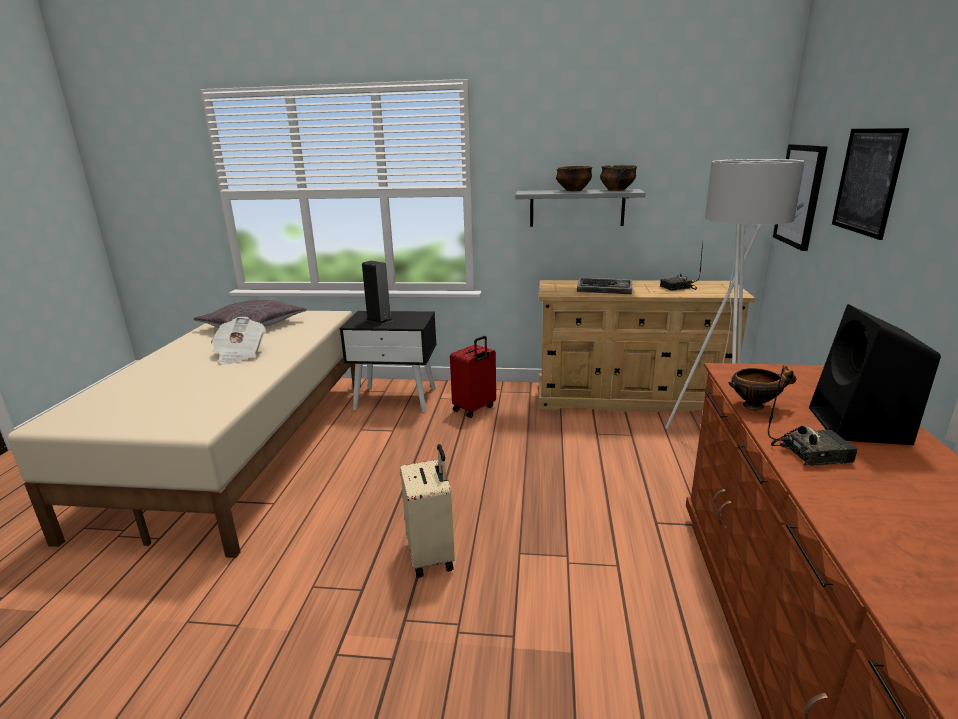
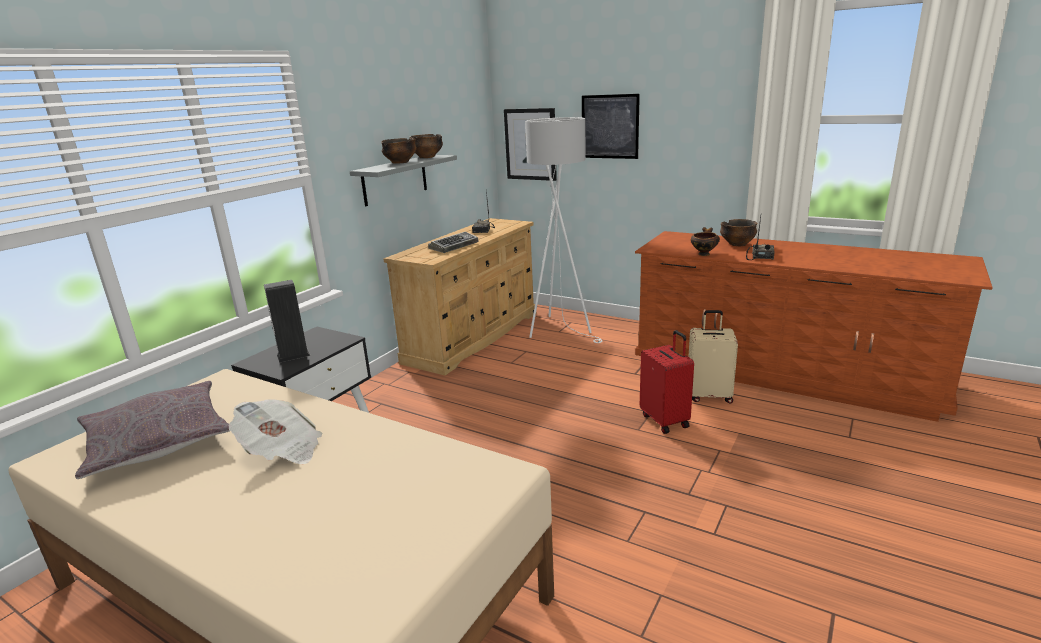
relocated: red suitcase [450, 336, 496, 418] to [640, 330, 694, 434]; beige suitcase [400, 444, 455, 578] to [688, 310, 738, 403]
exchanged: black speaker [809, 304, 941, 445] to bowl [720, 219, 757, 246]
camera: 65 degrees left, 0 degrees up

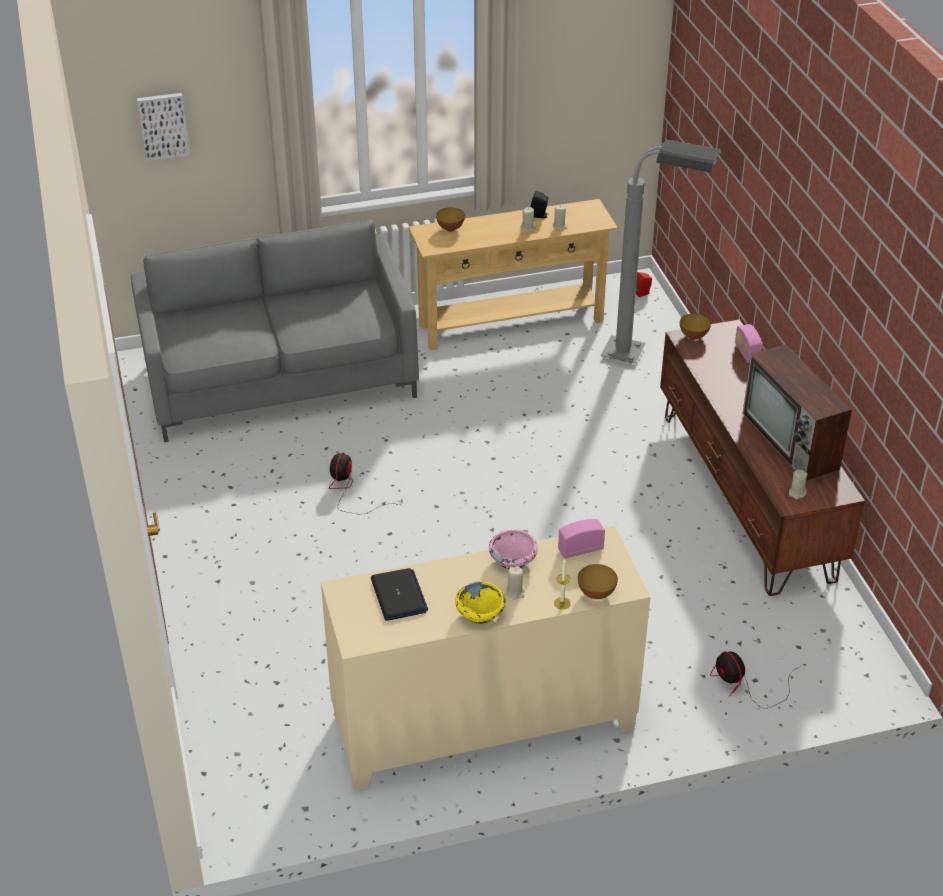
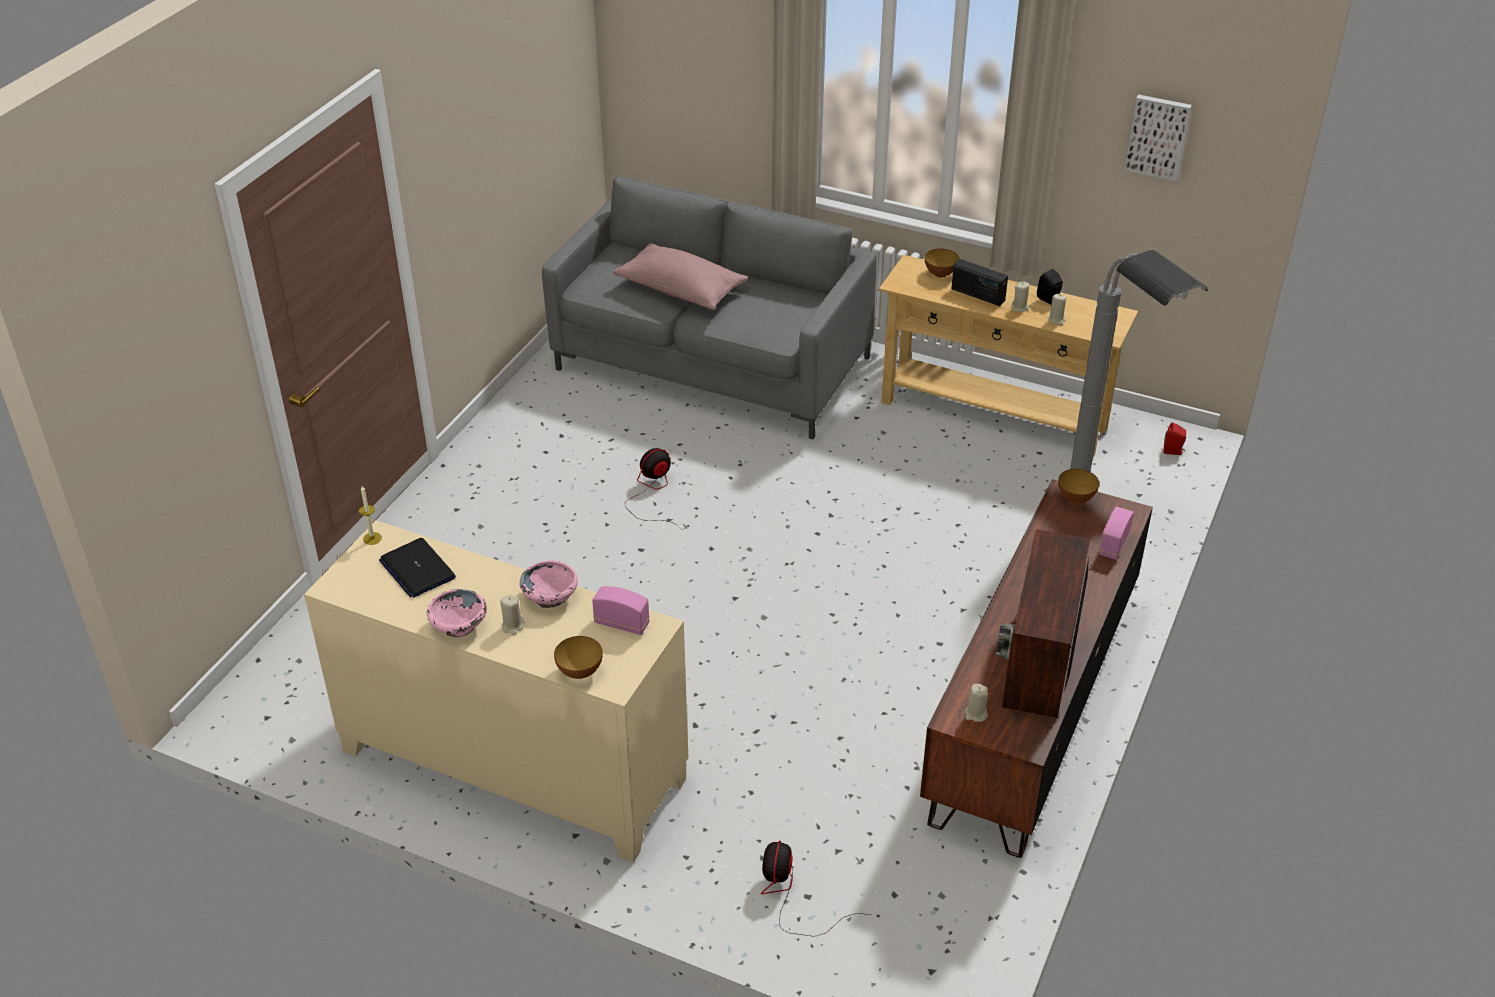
appeared: pink pillow [613, 243, 748, 310]; radio [951, 259, 1008, 306]
relocated: candle [554, 558, 571, 610] to [359, 486, 382, 545]; picture [137, 93, 190, 161] to [1124, 94, 1192, 181]
colour: yellow bowl [455, 581, 506, 624] to pink bowl [427, 589, 487, 637]
spun: laptop [371, 568, 428, 621] = [379, 538, 456, 598] 120 degrees clockwise
camera: 40 degrees right, 0 degrees up

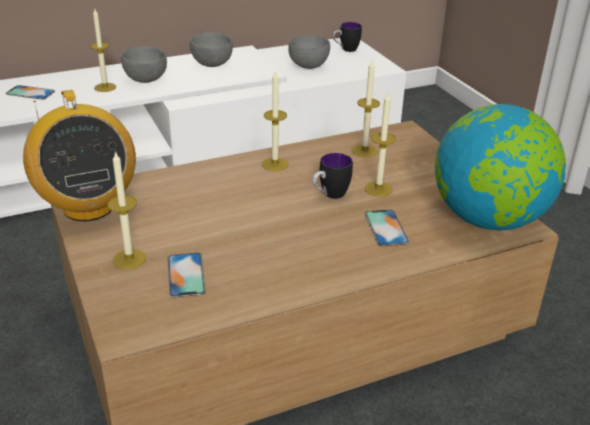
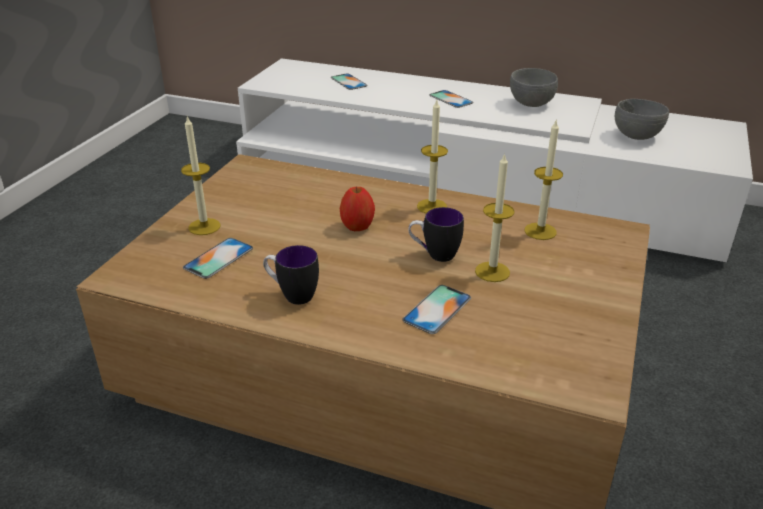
missing: radio [23, 90, 136, 221]; candle [90, 9, 116, 92]; globe [435, 104, 566, 230]
appeared: apple [340, 187, 375, 231]
relocated: mug [333, 22, 362, 52] to [263, 245, 319, 305]
exchanged: grey bowl [121, 46, 167, 83] to phone [430, 90, 473, 108]
camera: 45 degrees right, 0 degrees up

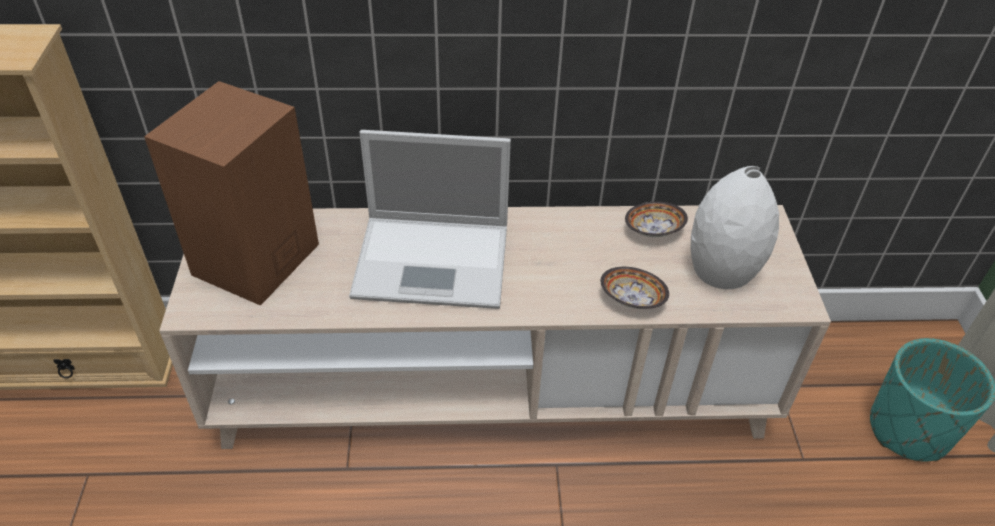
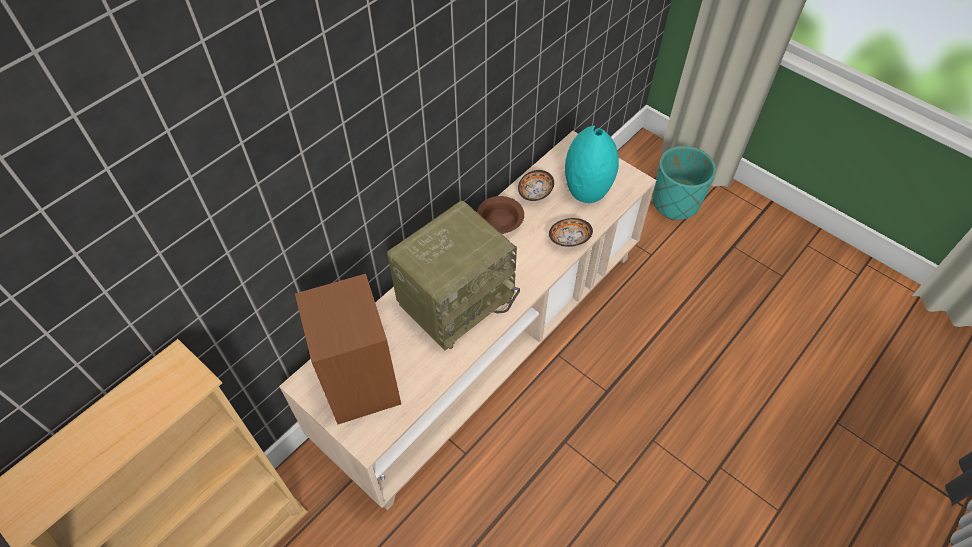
appeared: brown bowl [477, 196, 524, 234]
exchanged: laptop [349, 130, 511, 309] to radio [387, 201, 520, 351]
colour: white vase [691, 166, 779, 289] to turquoise vase [565, 126, 619, 203]
camera: 45 degrees left, 10 degrees up

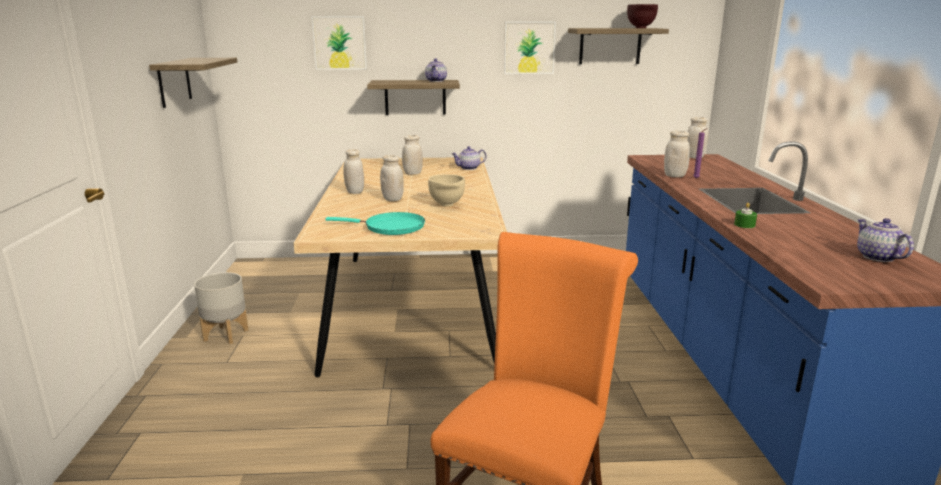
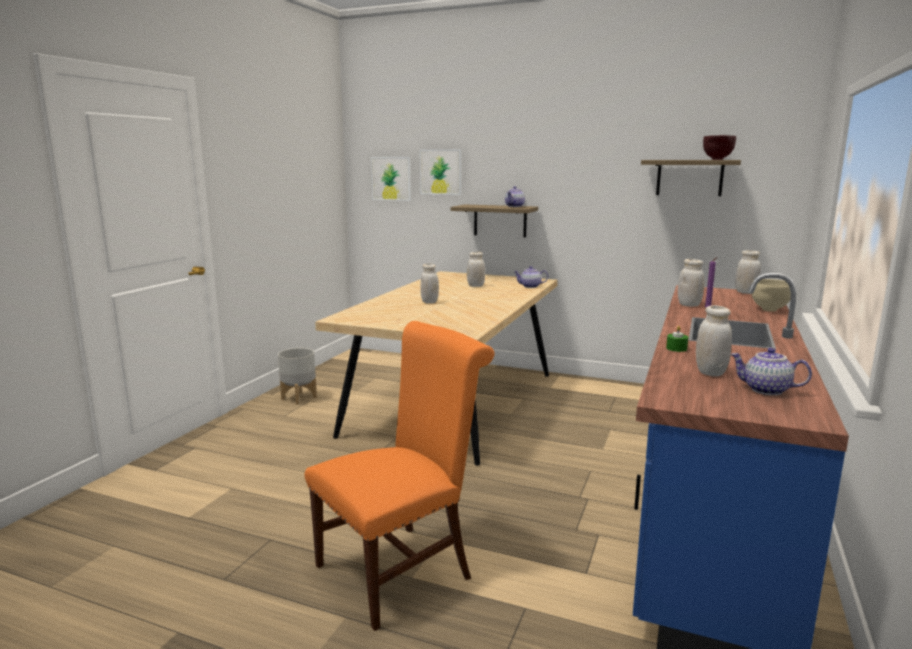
missing: shelf [149, 58, 237, 108]; turquoise frying pan [325, 212, 425, 235]
relocated: picture [504, 21, 556, 74] to [371, 157, 411, 201]; white jar [343, 149, 364, 194] to [696, 306, 732, 376]; beige bowl [428, 174, 465, 207] to [751, 279, 791, 312]
spun: teapot [857, 218, 914, 262] = [730, 348, 812, 395] 75 degrees counterclockwise
camera: 25 degrees right, 5 degrees down

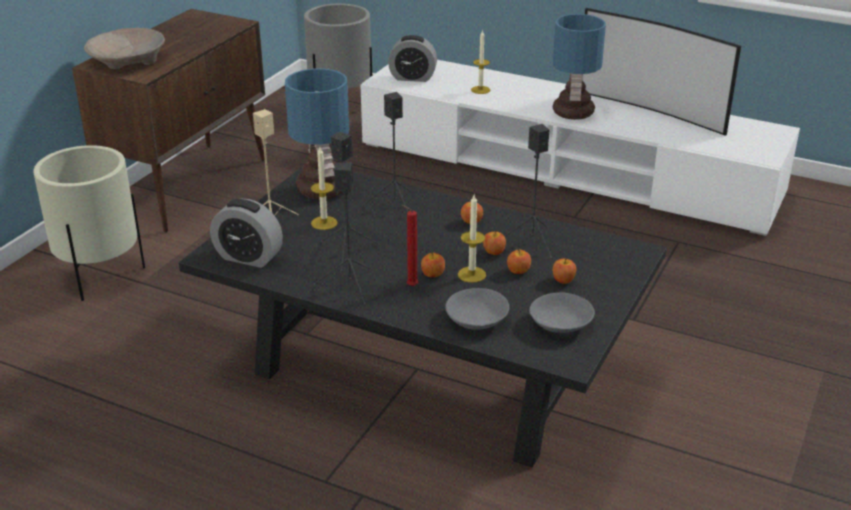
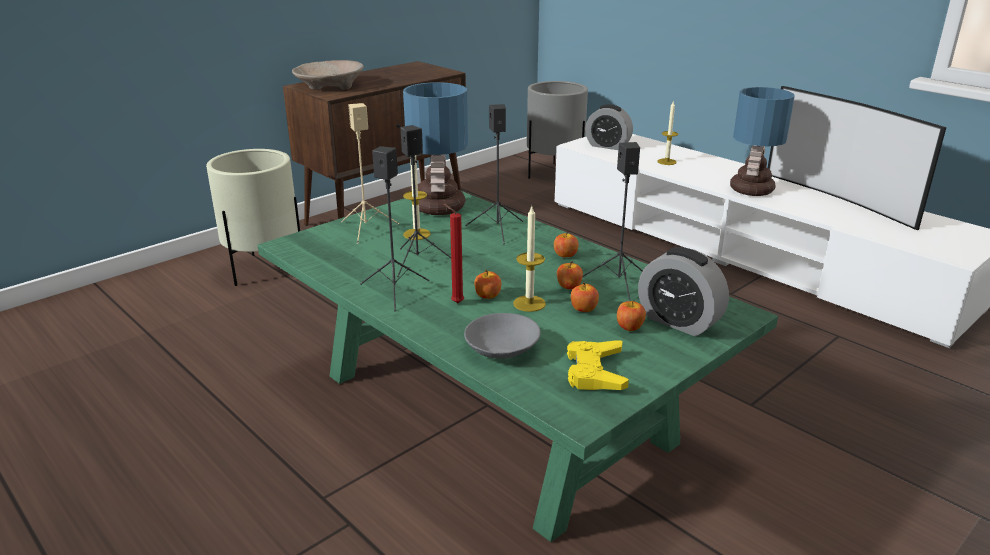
relocated: alarm clock [210, 199, 283, 268] to [638, 247, 729, 336]
exchanged: grey bowl [529, 292, 595, 333] to yellow game controller [567, 340, 629, 390]
colour: black coffee table [179, 165, 667, 467] to green coffee table [258, 191, 778, 542]
camera: 20 degrees right, 5 degrees down

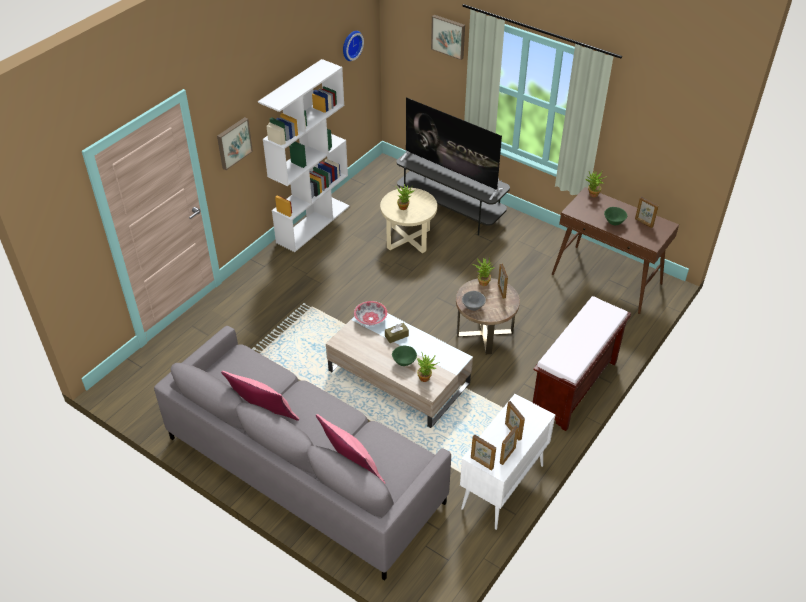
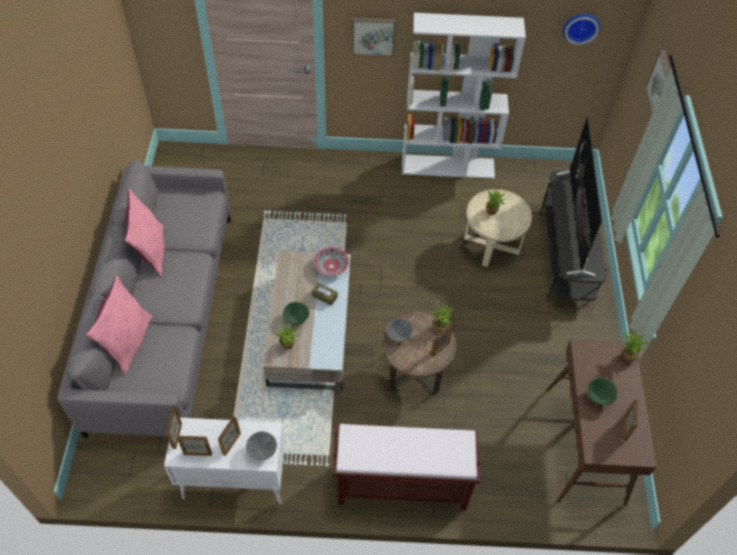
appeared: grey bowl [246, 431, 277, 460]
camera: 55 degrees right, 10 degrees up

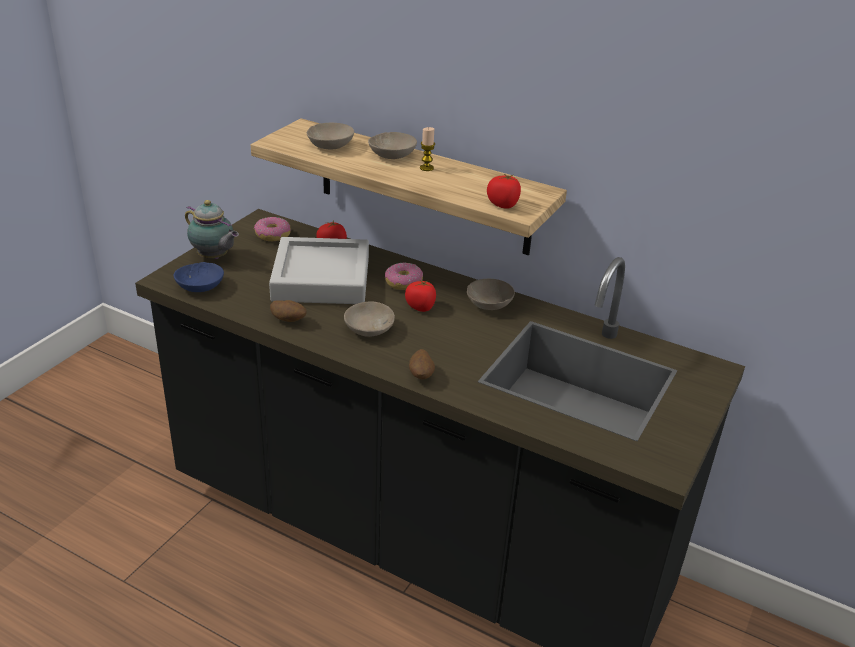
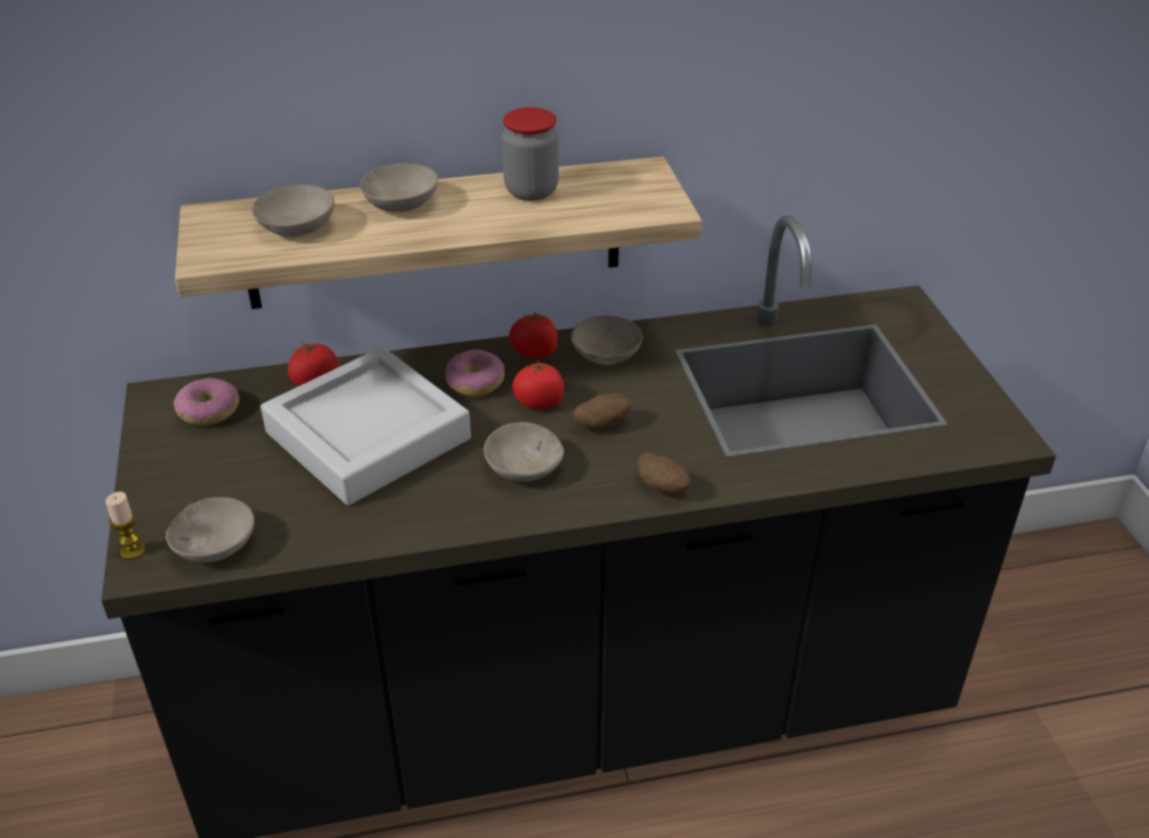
missing: teapot [185, 200, 239, 259]
appeared: jar [502, 107, 559, 201]
relocated: candle [420, 127, 435, 171] to [105, 492, 145, 559]; tomato [487, 173, 521, 209] to [509, 311, 558, 358]; potato [270, 300, 307, 322] to [573, 394, 632, 429]
colour: blue bowl [173, 262, 224, 292] to beige bowl [166, 497, 254, 563]
camera: 40 degrees left, 5 degrees up

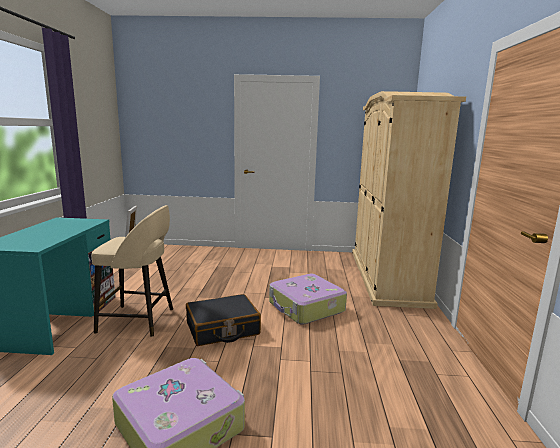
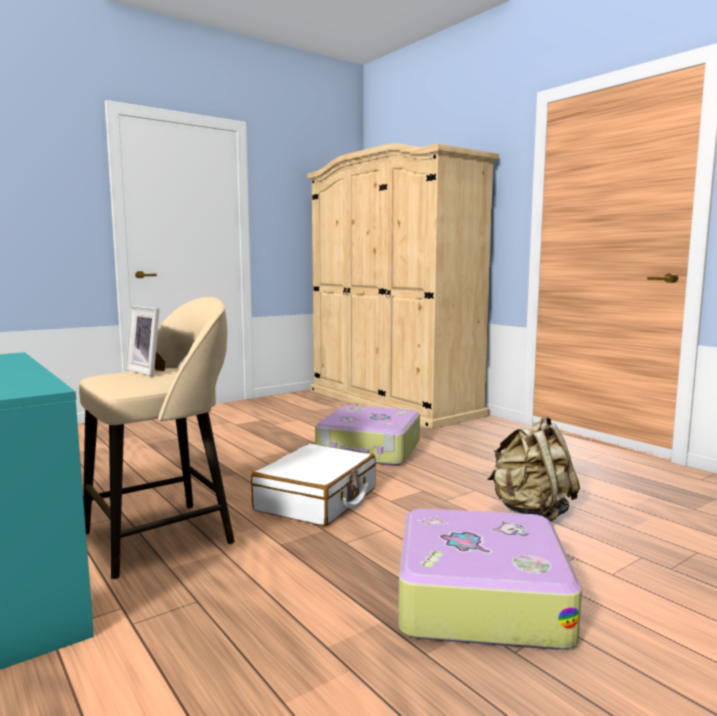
appeared: beige backpack [487, 416, 580, 521]
colour: black suitcase [186, 294, 261, 346] to white suitcase [251, 444, 376, 527]
camera: 40 degrees left, 5 degrees down

